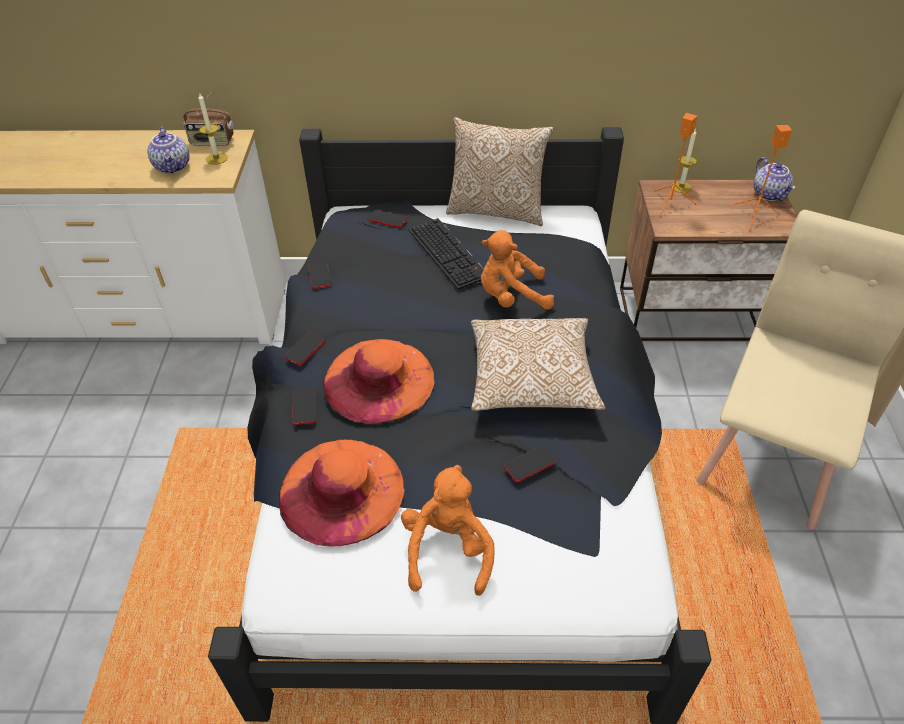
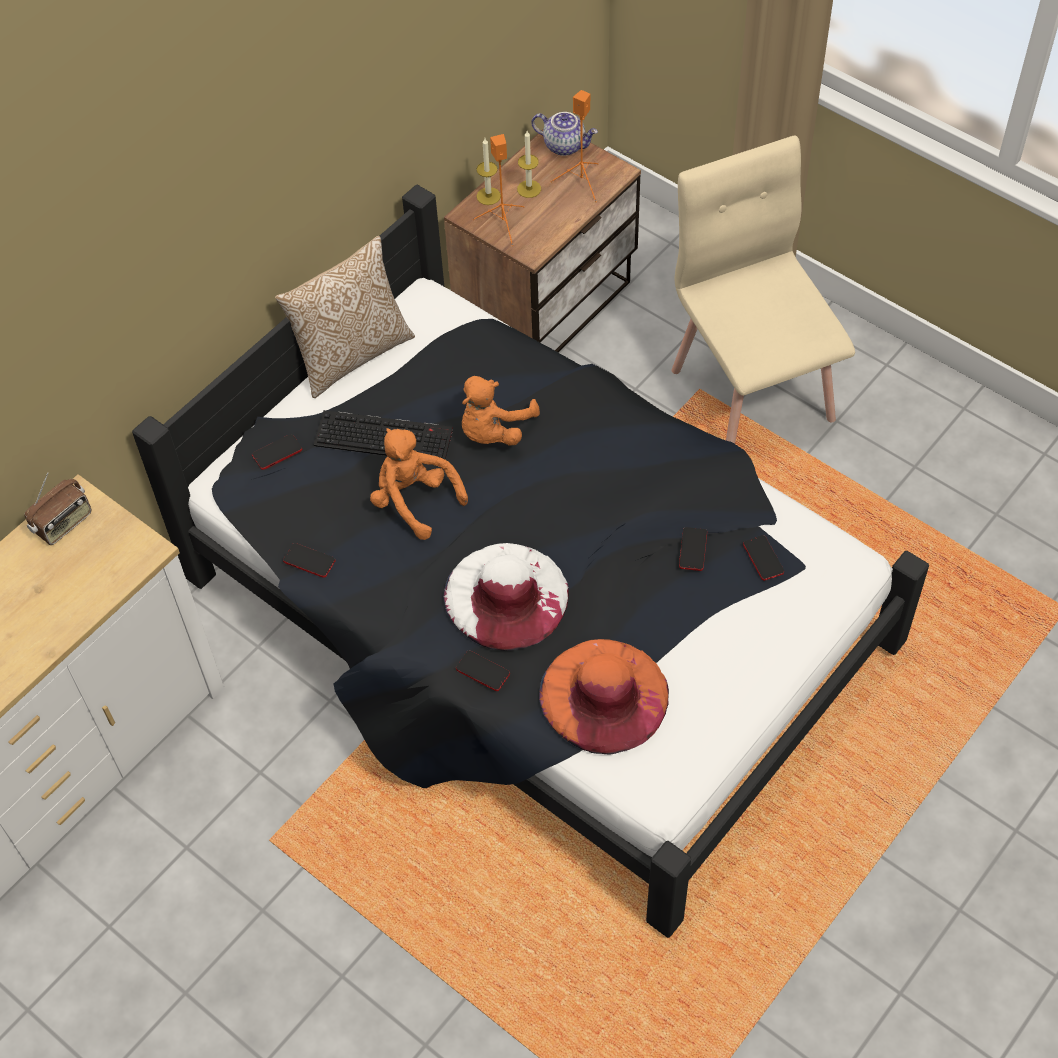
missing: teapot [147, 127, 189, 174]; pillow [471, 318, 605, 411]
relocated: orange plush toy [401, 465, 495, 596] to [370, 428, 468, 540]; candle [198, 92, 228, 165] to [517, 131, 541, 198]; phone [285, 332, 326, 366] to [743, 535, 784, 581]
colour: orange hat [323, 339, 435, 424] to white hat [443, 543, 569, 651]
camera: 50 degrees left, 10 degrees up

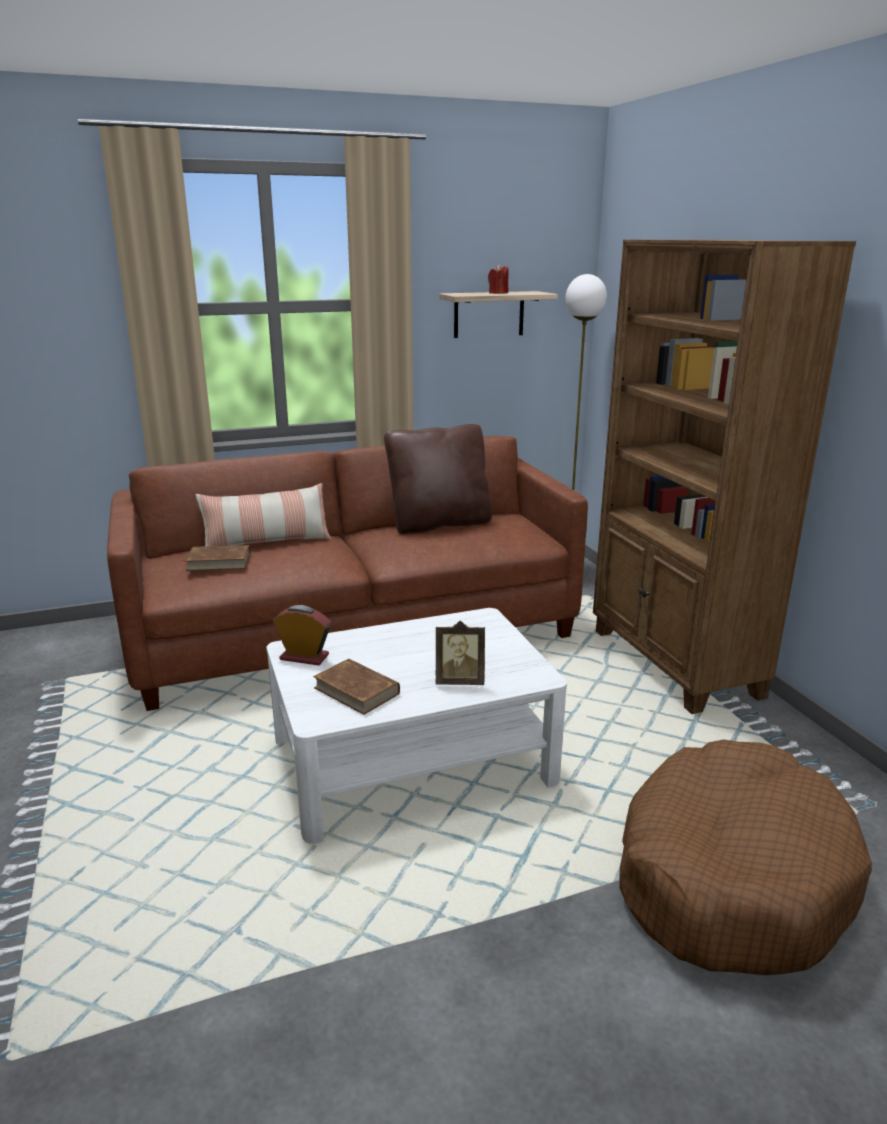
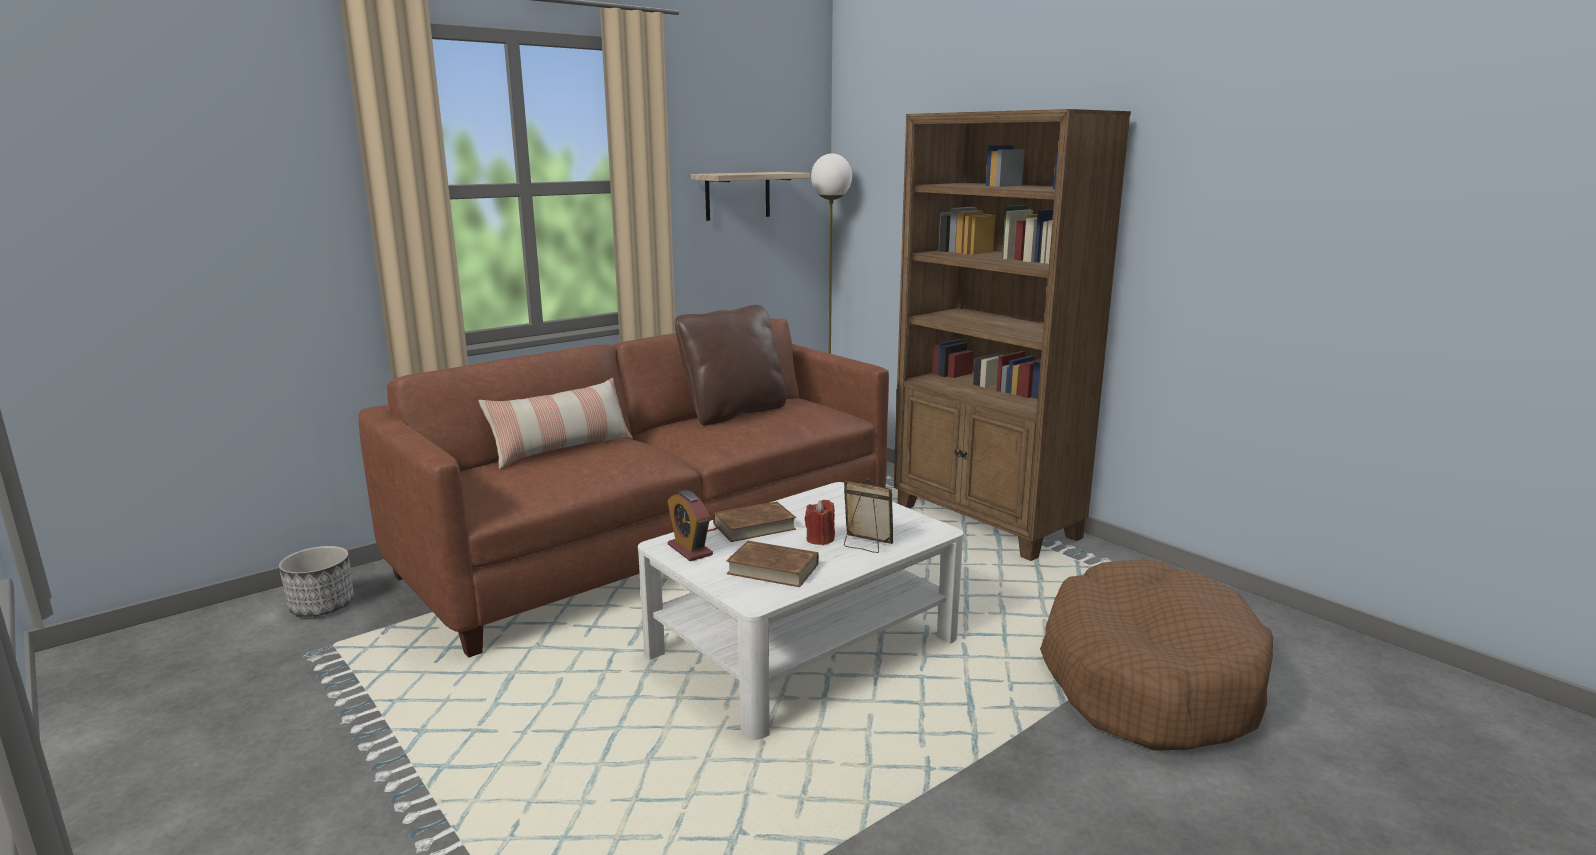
appeared: planter [279, 546, 354, 617]
relocated: brown book [182, 545, 250, 571] to [707, 501, 796, 542]; red candle [488, 264, 509, 294] to [805, 500, 835, 545]
spun: alarm clock [273, 605, 331, 665] = [668, 490, 713, 561] 120 degrees counterclockwise; picture frame [436, 621, 485, 685] = [844, 479, 893, 553] 135 degrees counterclockwise
camera: 20 degrees left, 5 degrees down

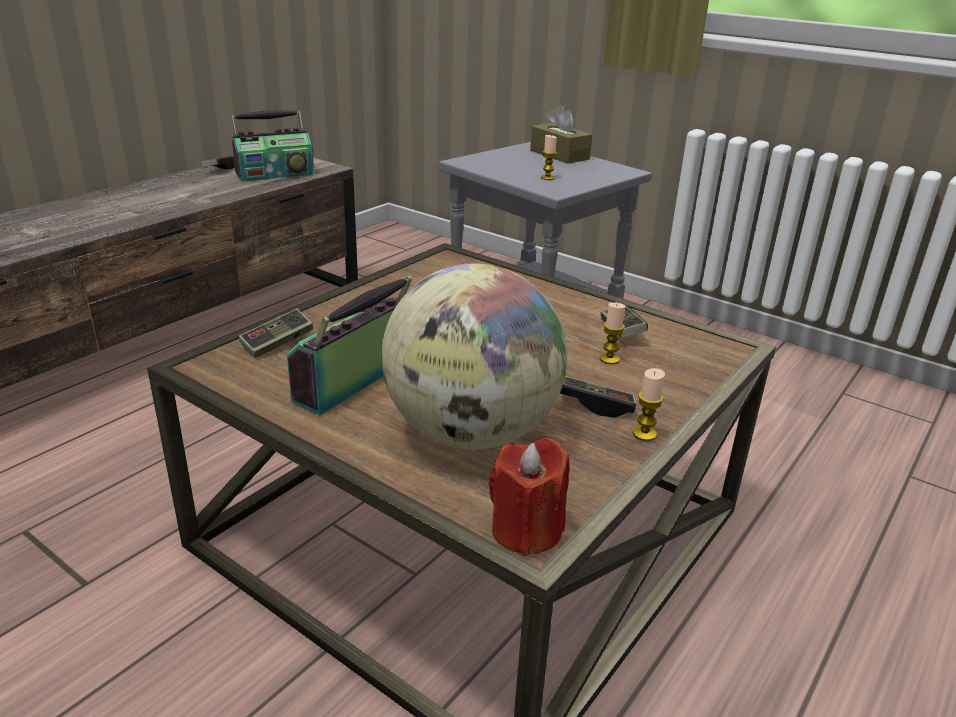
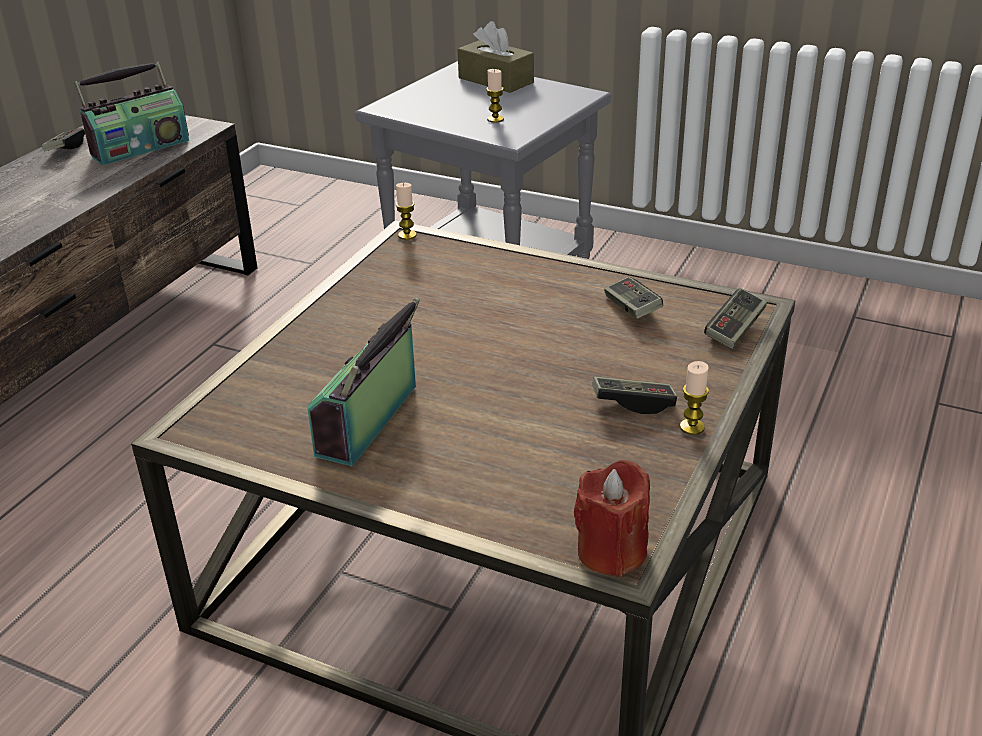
missing: globe [381, 263, 567, 449]
relocated: candle [600, 302, 625, 364] to [395, 183, 417, 240]; game controller [239, 308, 313, 358] to [704, 288, 767, 349]
camera: 10 degrees left, 5 degrees up

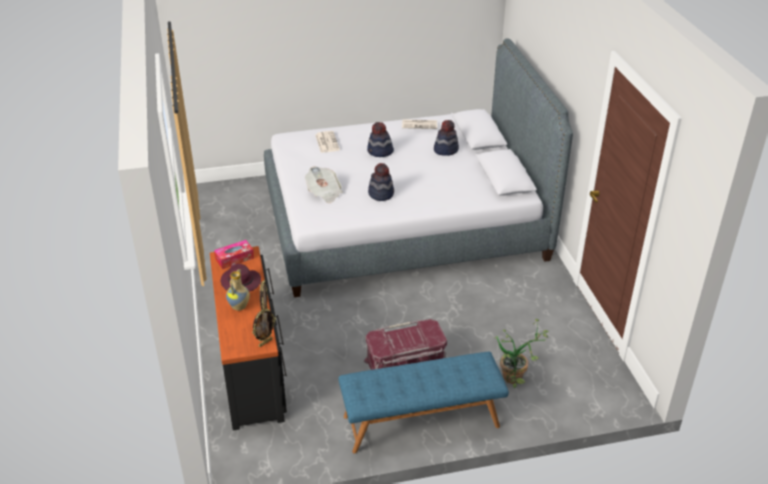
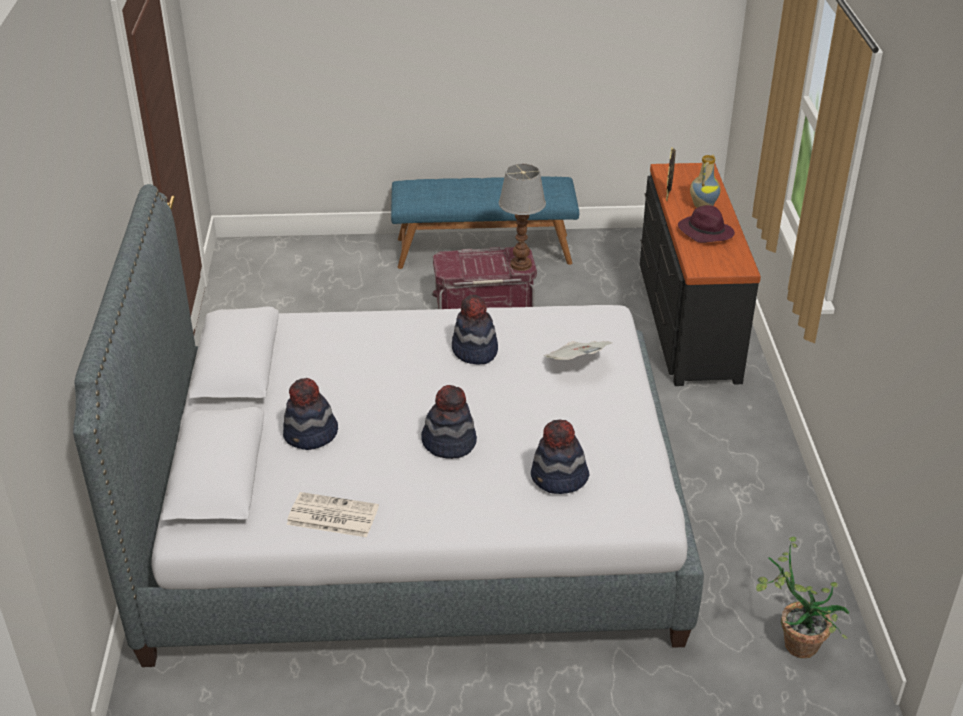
missing: tissue box [214, 240, 254, 269]; picture frame [253, 309, 276, 347]
appeared: table lamp [499, 164, 546, 271]
relocated: potted plant [494, 319, 548, 388] to [756, 537, 849, 658]
exchanged: newspaper [315, 131, 340, 153] to hat [531, 419, 589, 494]
camera: 170 degrees left, 0 degrees up

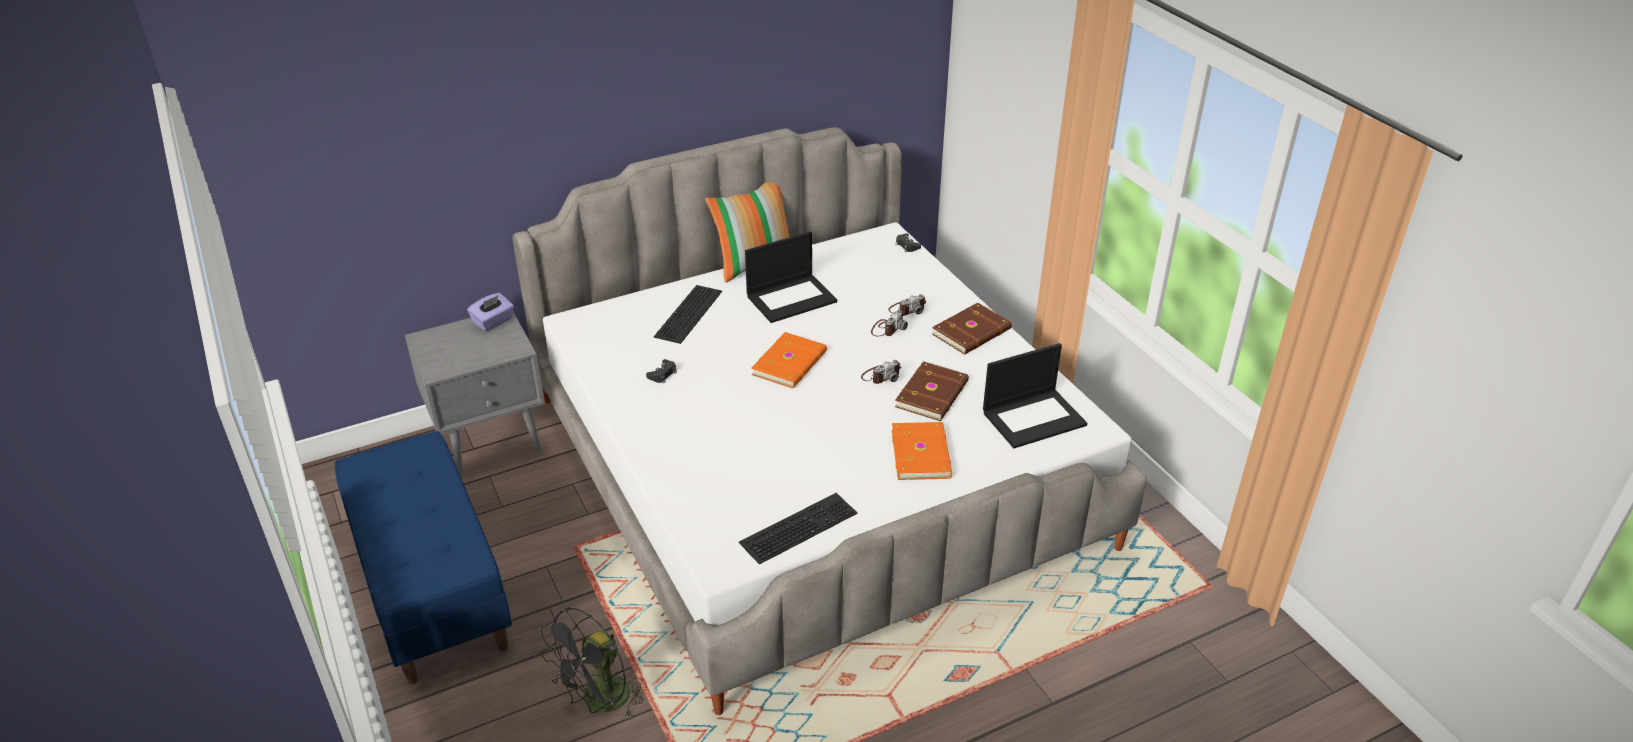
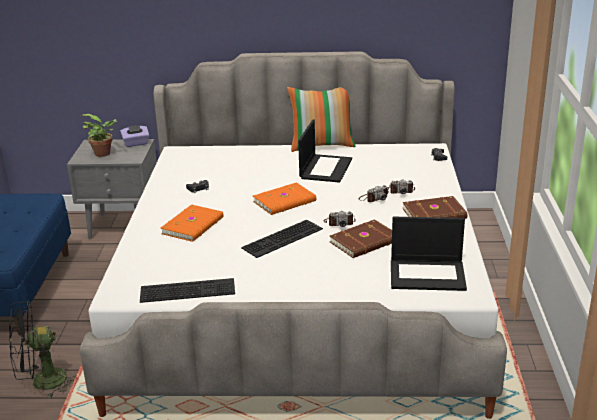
appeared: potted plant [81, 114, 117, 157]
relocated: orange book [892, 422, 952, 480] to [161, 204, 224, 242]; keyboard [654, 285, 722, 344] to [241, 220, 323, 258]
spun: laptop [745, 231, 837, 323] = [298, 119, 352, 183] 75 degrees counterclockwise
camera: 30 degrees right, 10 degrees down

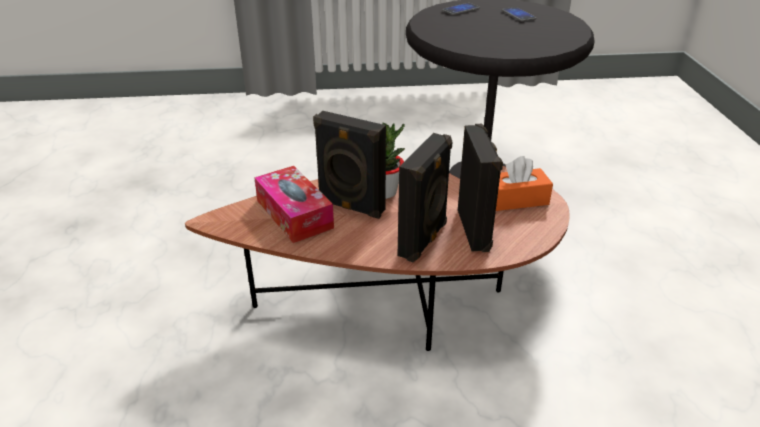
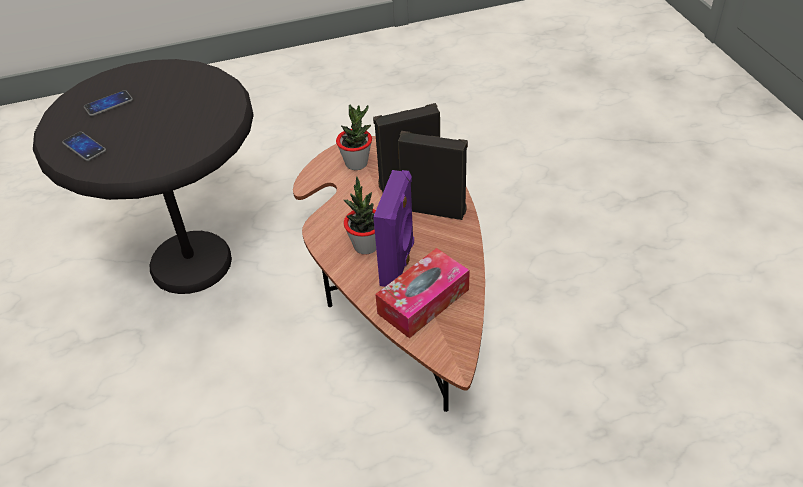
exchanged: orange tissue box [496, 156, 553, 211] to potted plant [336, 105, 372, 170]
colour: black speaker [313, 111, 386, 219] to purple speaker [373, 170, 414, 287]
camera: 100 degrees left, 10 degrees up

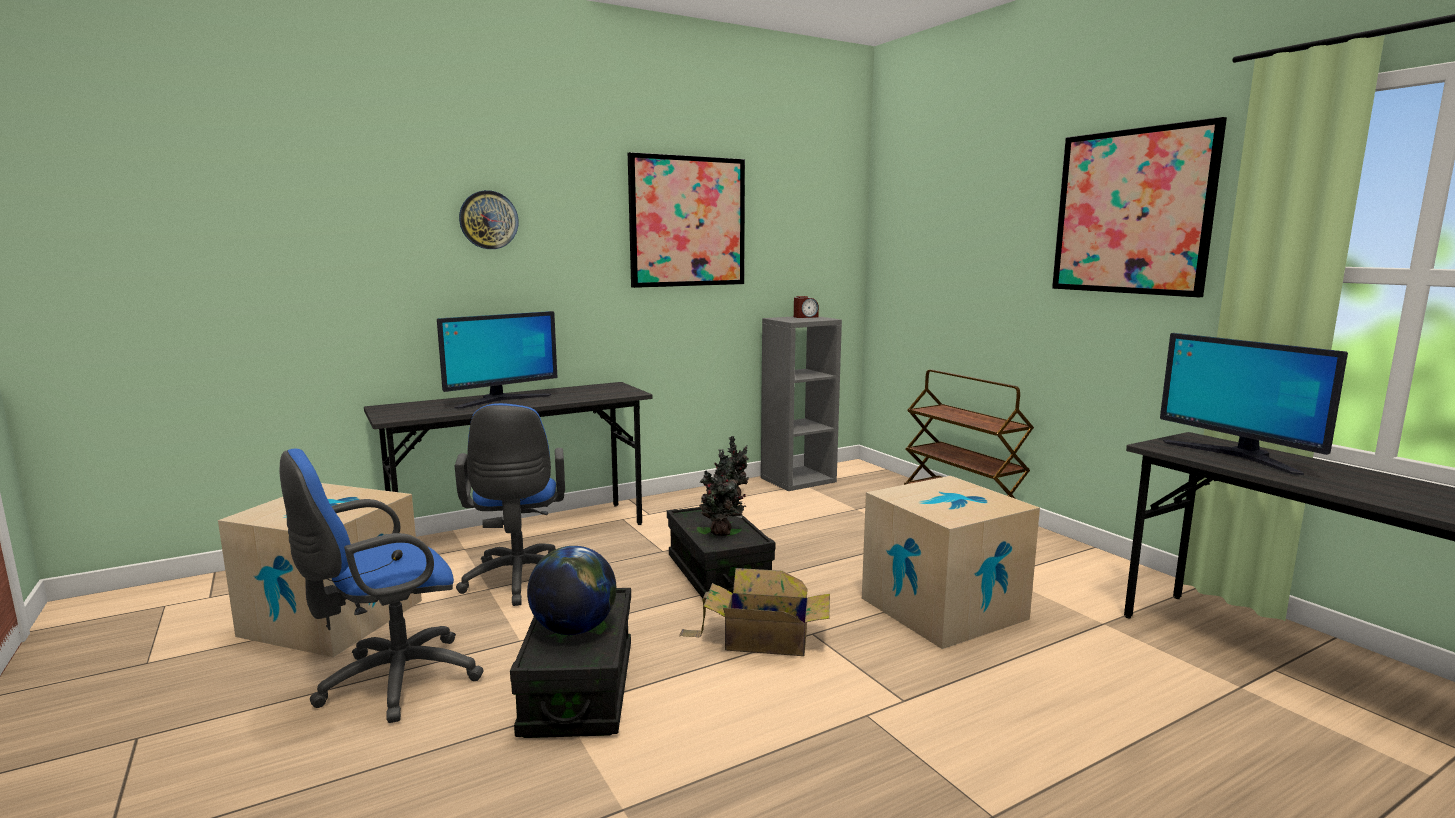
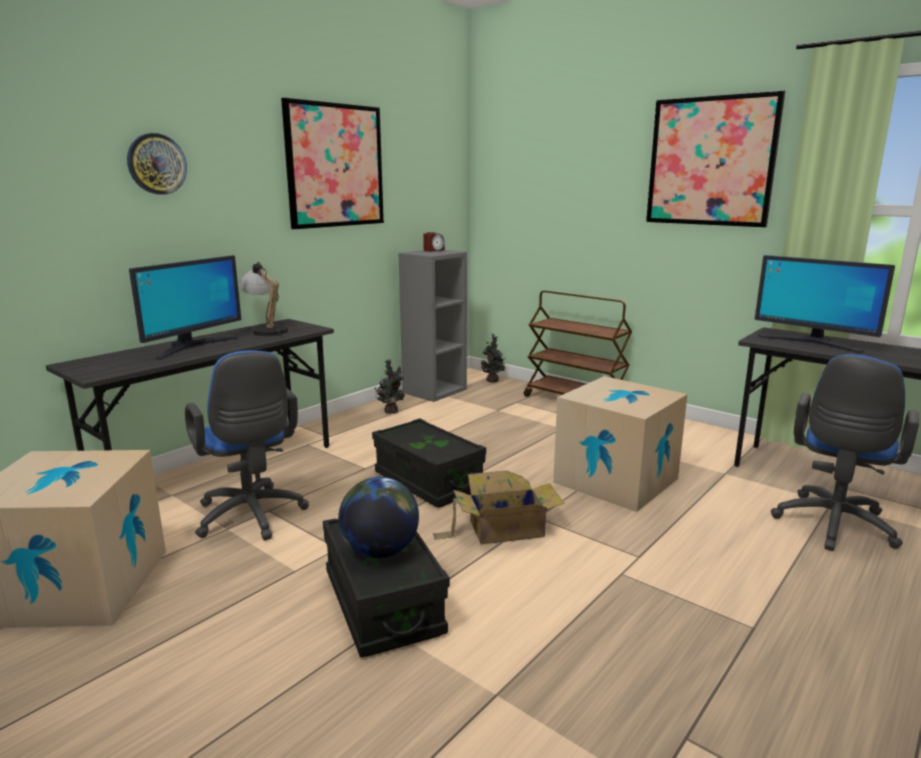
appeared: table lamp [238, 262, 288, 337]
relocated: potted plant [699, 449, 746, 536] to [481, 334, 506, 382]; blue office chair [280, 449, 484, 723] to [771, 354, 919, 551]
camera: 20 degrees left, 5 degrees up

